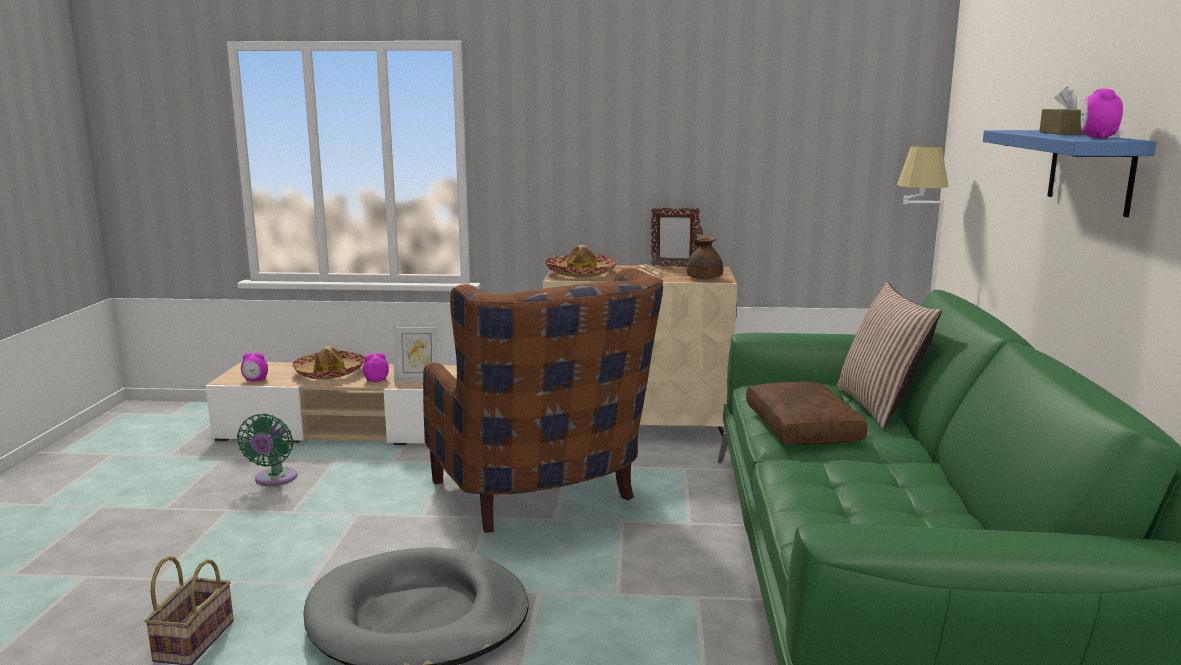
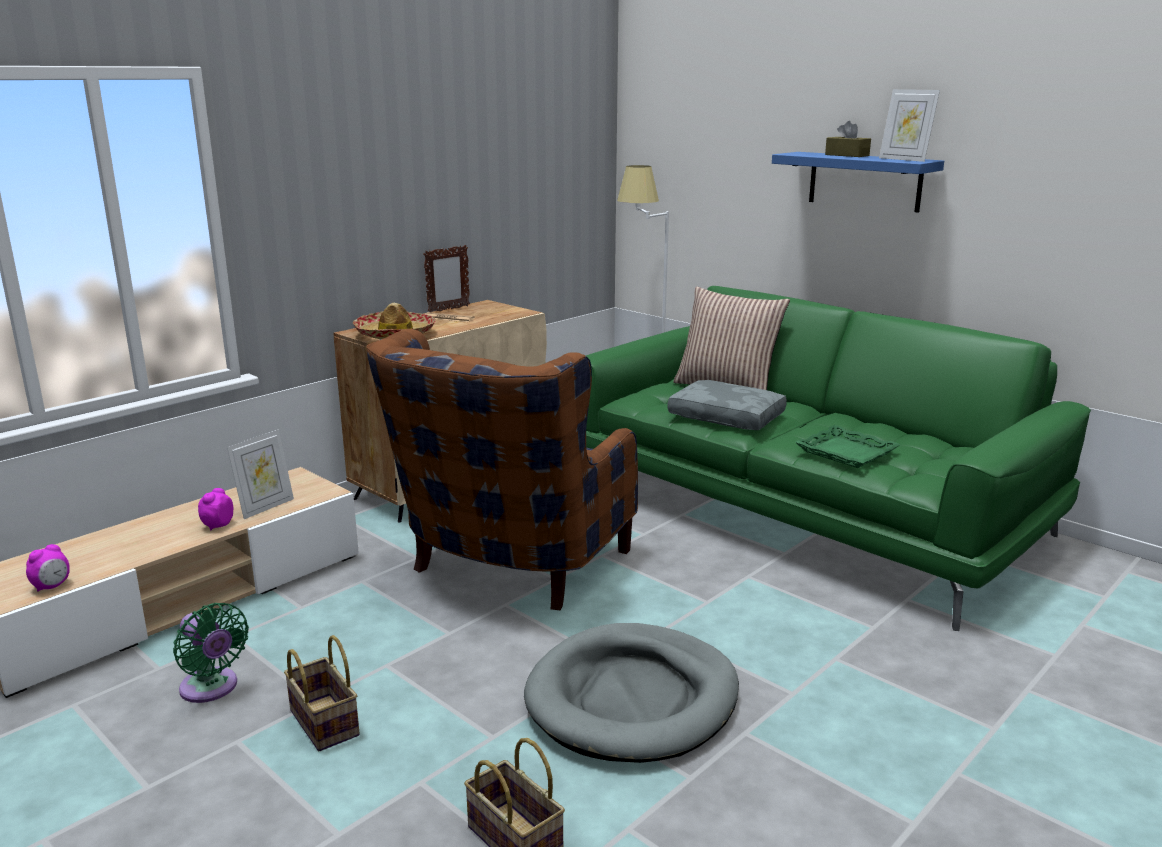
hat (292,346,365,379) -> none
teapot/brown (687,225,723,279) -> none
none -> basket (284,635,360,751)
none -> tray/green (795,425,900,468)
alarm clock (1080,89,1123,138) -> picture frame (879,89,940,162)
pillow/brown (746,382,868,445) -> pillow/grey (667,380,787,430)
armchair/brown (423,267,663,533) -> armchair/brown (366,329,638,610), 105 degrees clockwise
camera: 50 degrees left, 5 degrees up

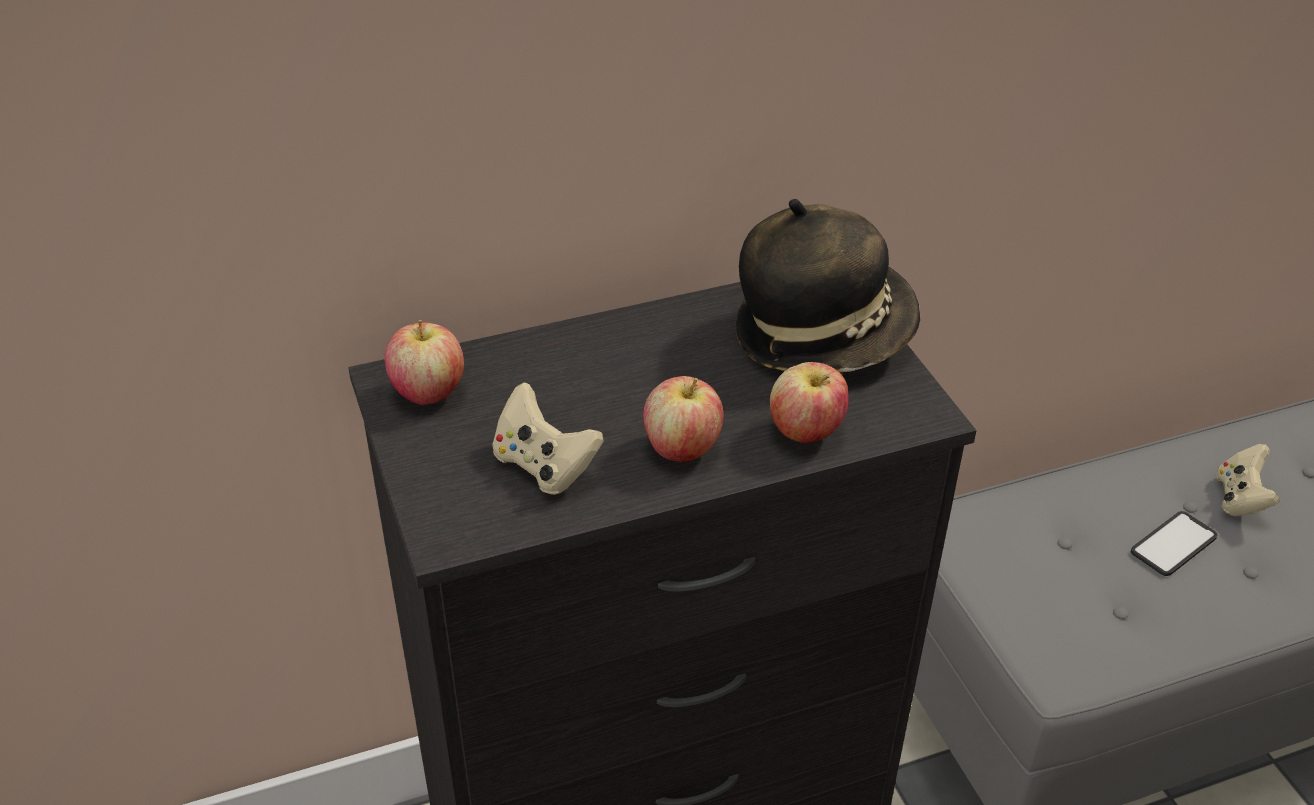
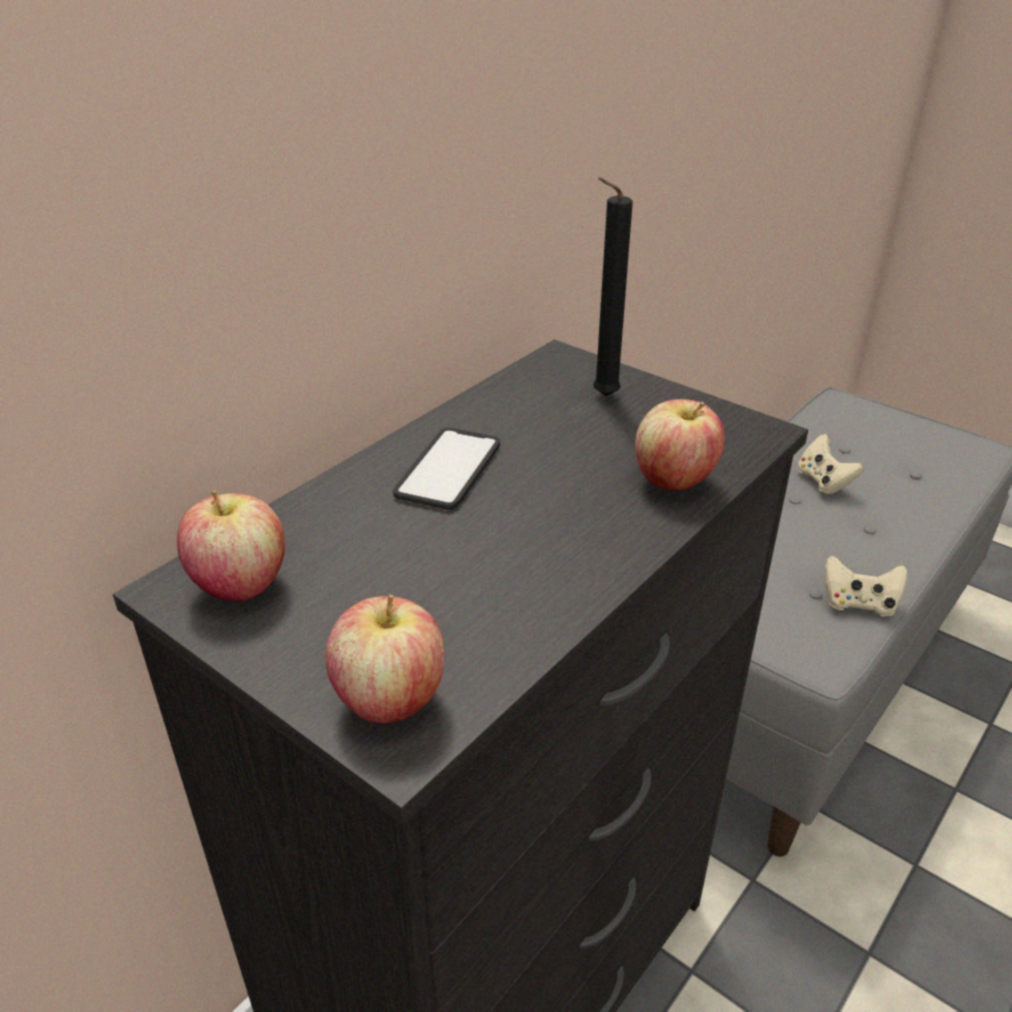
game controller/beige (493,382,604,495) -> game controller/beige (825,555,907,617), shifted
apple (643,376,723,462) -> apple (325,594,445,723), shifted
phone (1131,511,1217,576) -> phone (393,428,500,510), shifted
hat (736,199,920,372) -> candle/black (593,177,633,396)
camera: 30 degrees left, 5 degrees down

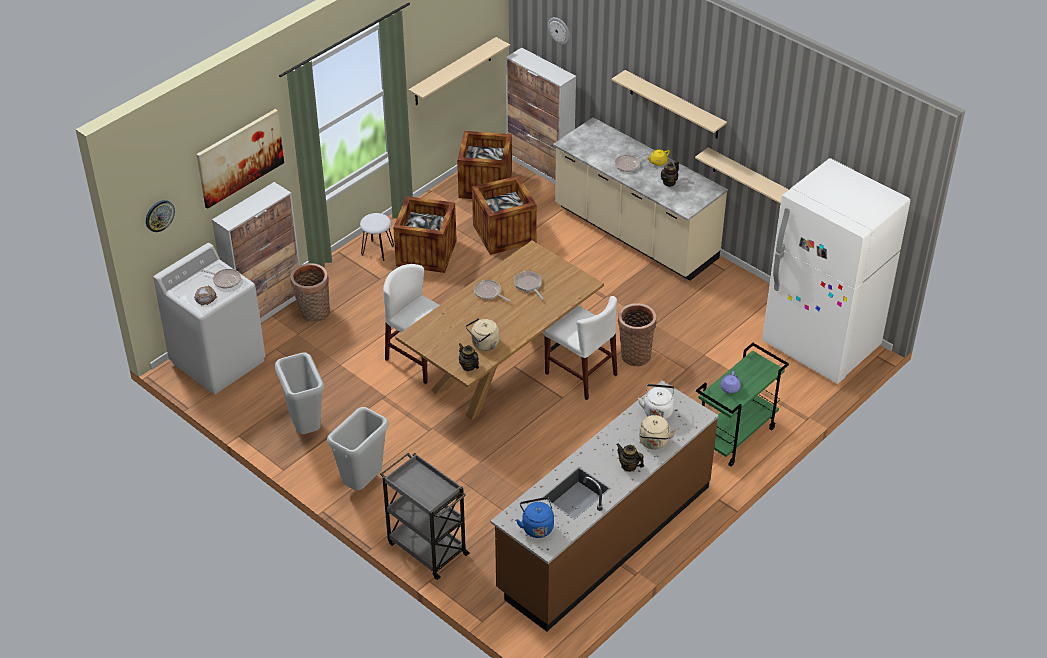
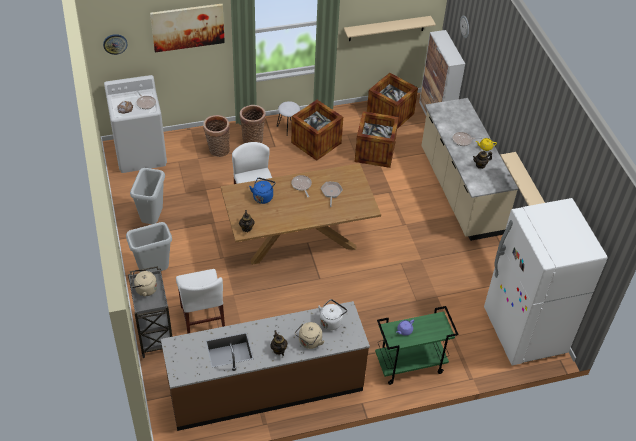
cabinet (212,182,300,323) -> none
shelf/beige (612,70,727,139) -> none
kettle/beige (466,318,499,351) -> kettle/beige (131,269,157,296), shifted
kettle/blue (516,497,554,538) -> kettle/blue (249,178,275,204), shifted
chair/white (543,296,617,400) -> chair/white (176,269,225,334), shifted
basket (618,303,656,366) -> basket (240,105,266,143), shifted
camera: 30 degrees right, 5 degrees up

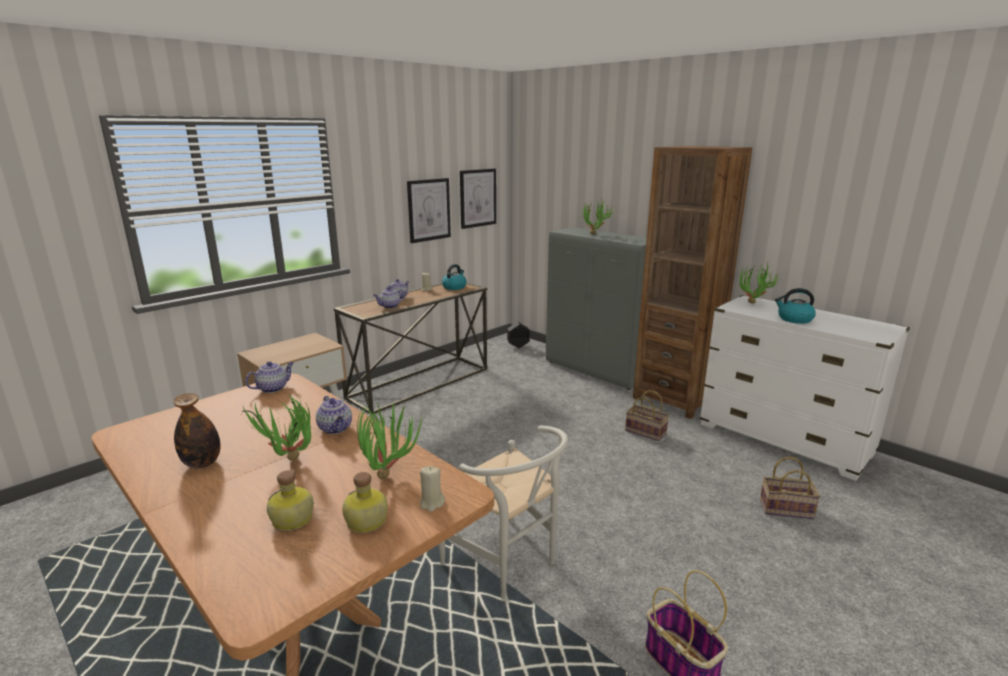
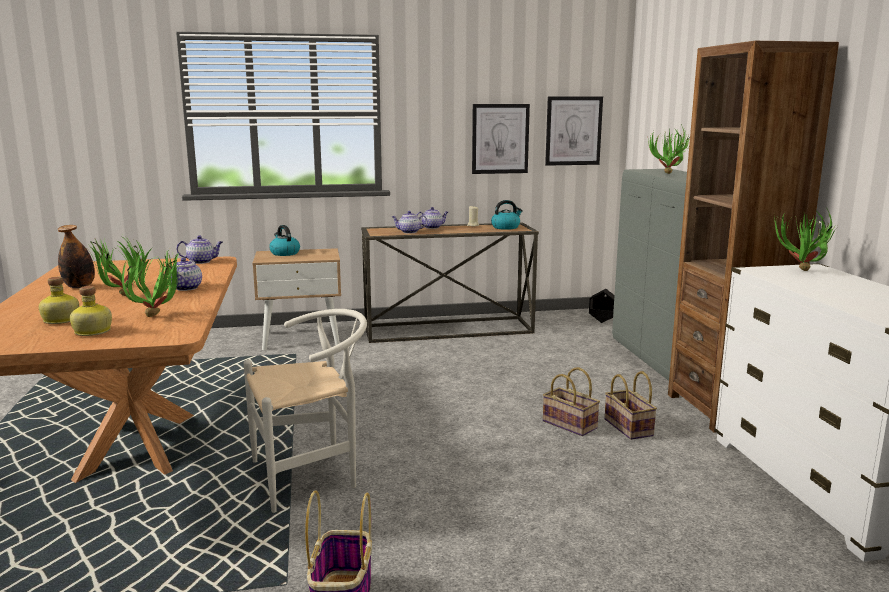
candle/beige (420,466,445,512) -> none
basket (760,457,820,519) -> basket (543,367,600,436), shifted
kettle (775,288,816,324) -> kettle (269,225,300,256), shifted
chair/white (439,425,568,599) -> chair/white (244,309,367,513), 105 degrees counterclockwise
camera: 35 degrees right, 5 degrees down

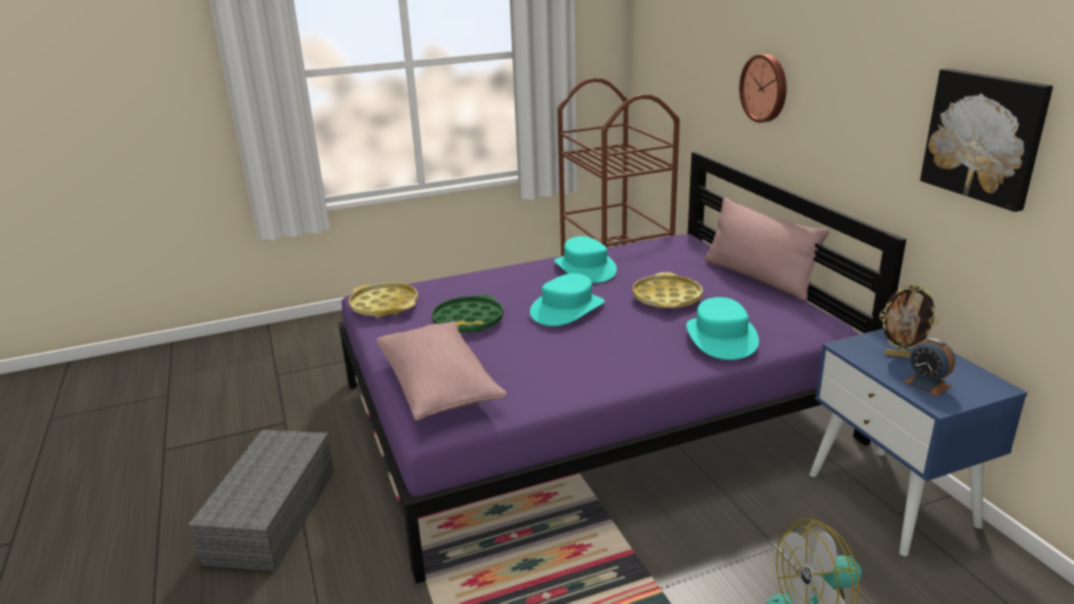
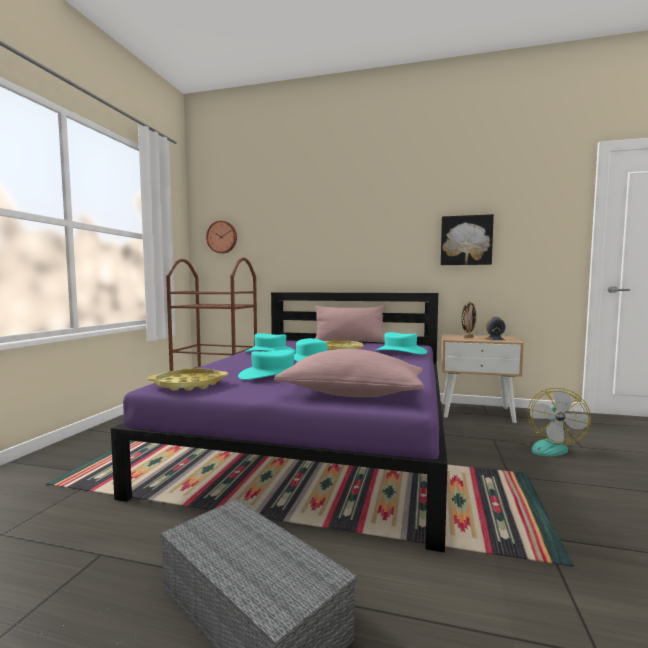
wall clock (739,54,787,123) -> wall clock (206,221,237,254), shifted
tray/green (432,294,504,334) -> hat/turquoise (238,350,294,380)
nightstand/blue (809,328,1027,556) -> nightstand/beige (441,334,524,423)
camera: 55 degrees left, 20 degrees down

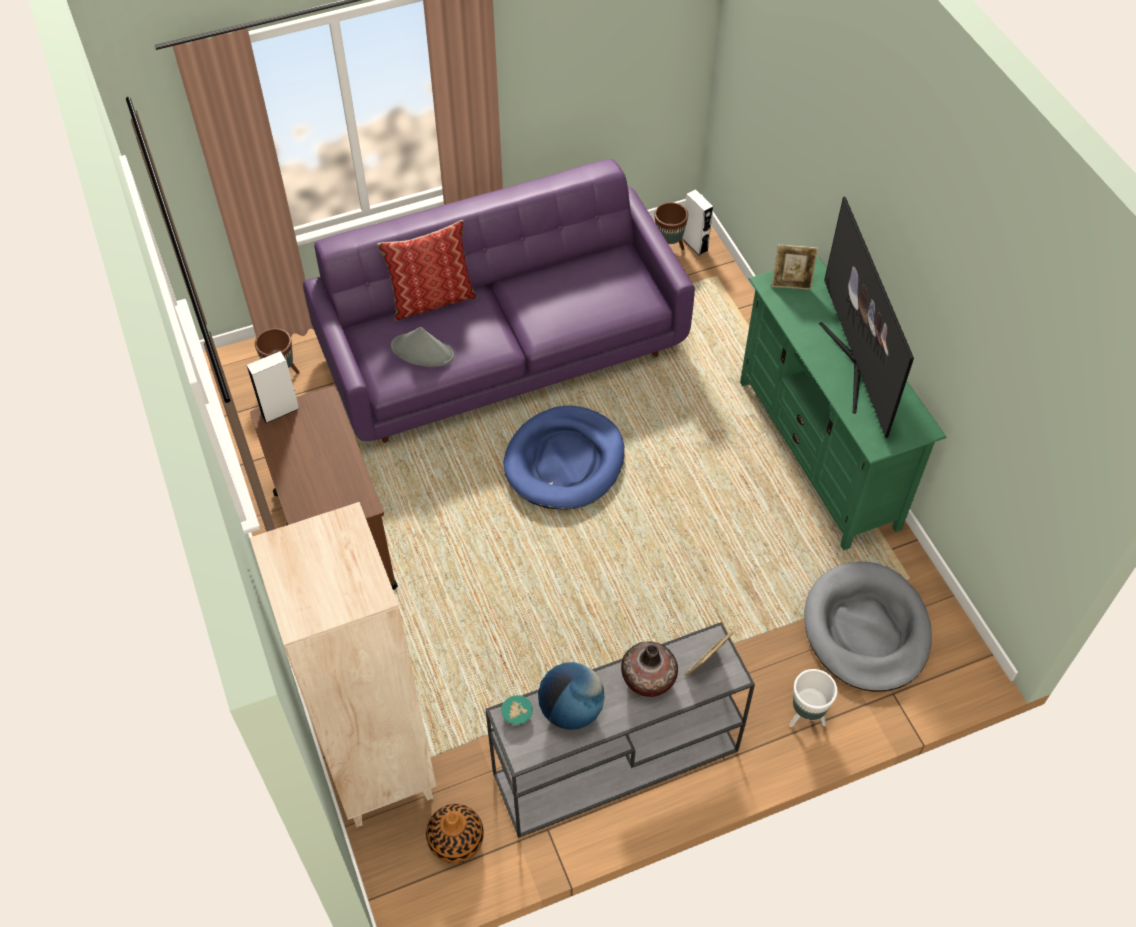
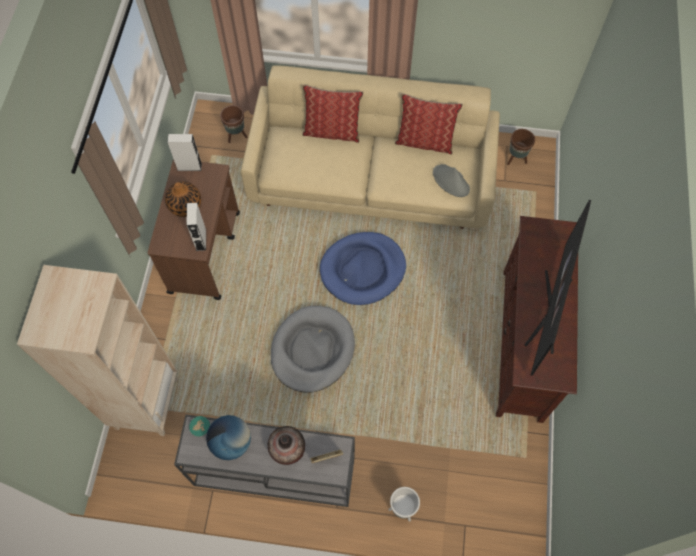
picture frame (772,245,818,290) -> none
none -> pillow (395,93,463,155)
hat/grey (391,327,454,367) -> hat/grey (433,164,470,197), shifted
vase (426,804,484,863) -> vase (165,181,201,217), shifted
speaker/white (682,189,713,256) -> speaker/white (187,203,206,251), shifted
dog bed/grey (804,562,932,692) -> dog bed/grey (271,306,355,393), shifted
sofa/purple (303,159,695,443) -> sofa/beige (241,65,500,229)
tv stand/green (740,257,947,550) -> tv stand/brown (496,216,578,423)
camera: 30 degrees right, 10 degrees up

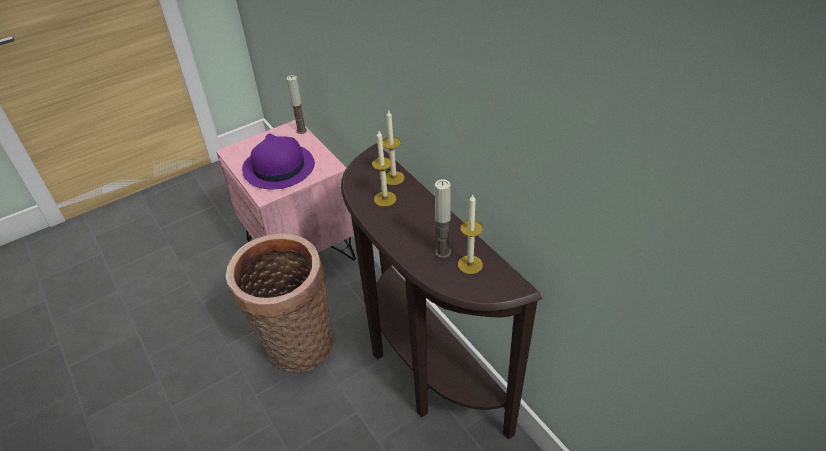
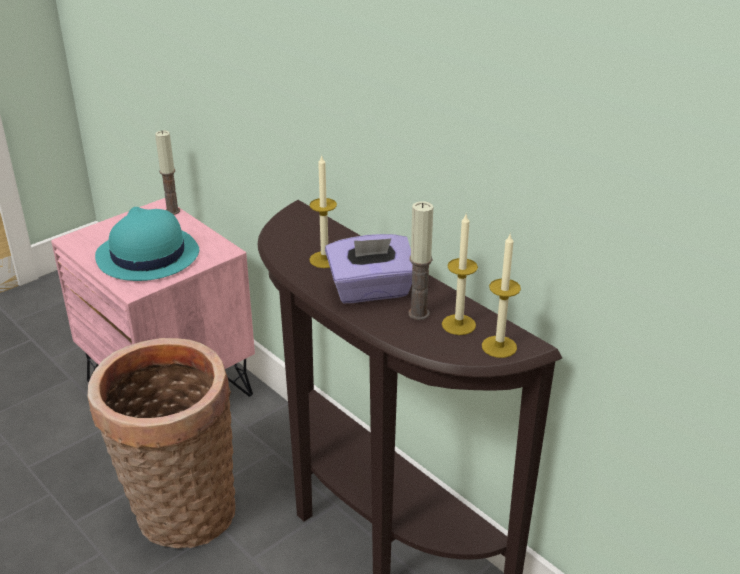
none -> tissue box/purple (325,234,413,303)
candle (382,111,405,185) -> candle (482,234,521,358), shifted
hat/purple (242,134,315,189) -> hat/turquoise (95,207,199,281)
camera: 10 degrees left, 10 degrees down

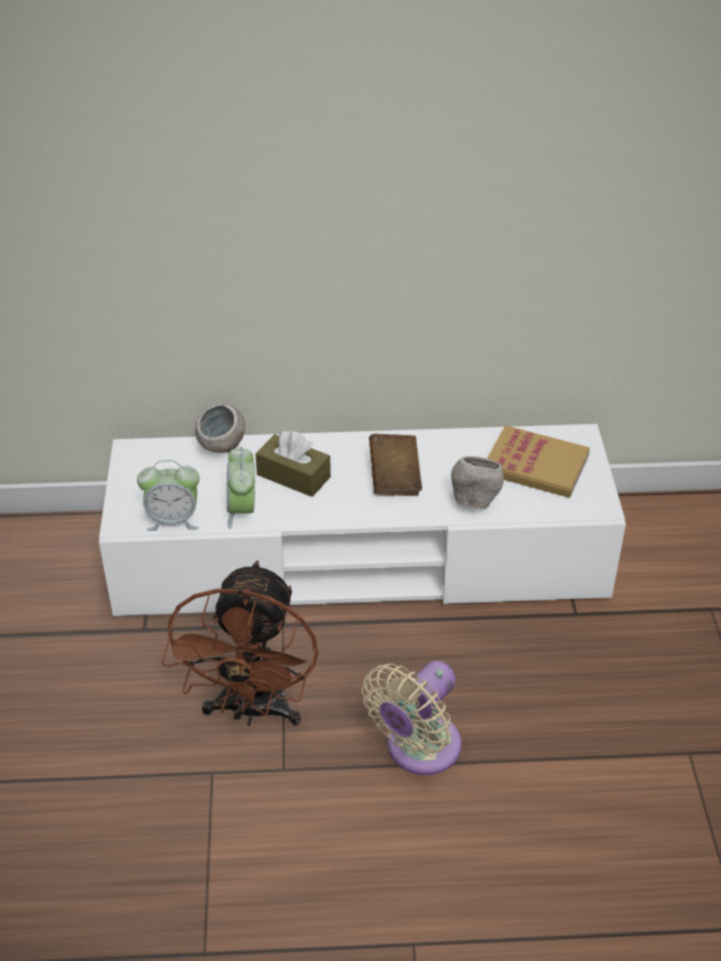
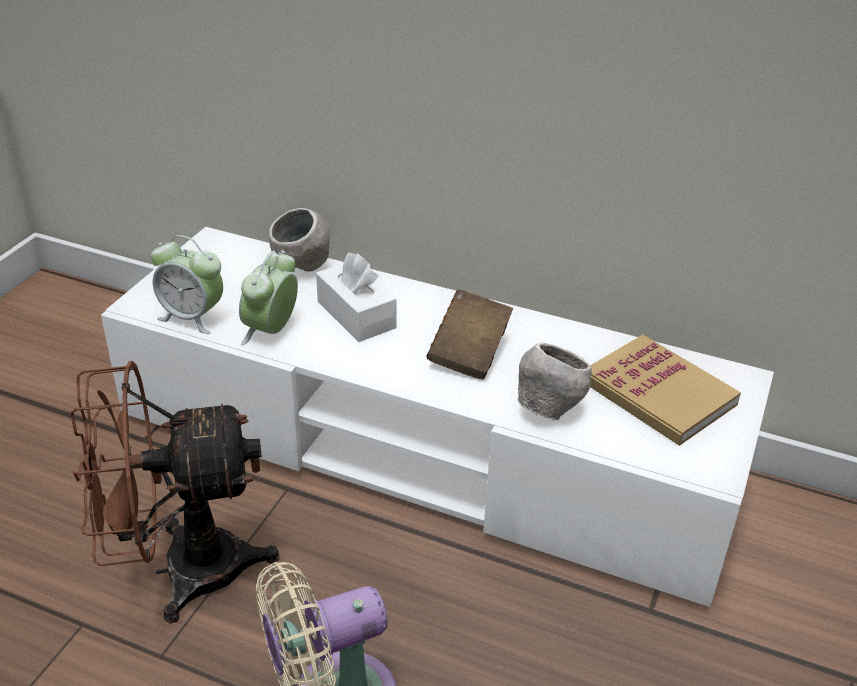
tissue box/brown (255,430,331,497) -> tissue box/white (316,252,397,342)
fan/brown (162,560,318,726) -> fan/brown (71,361,279,624), 45 degrees clockwise
camera: 25 degrees right, 5 degrees down

